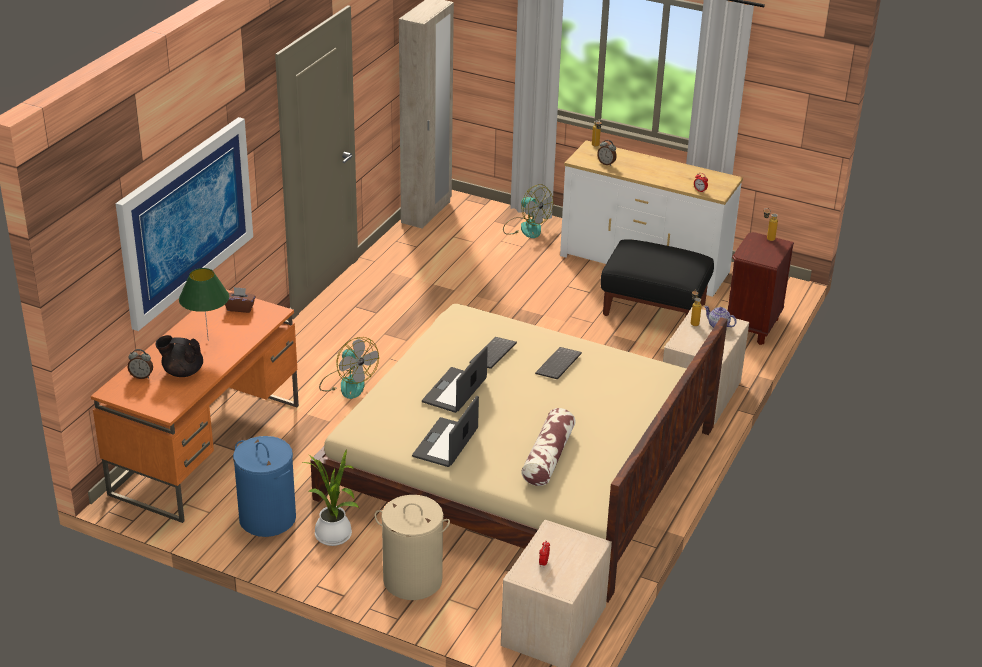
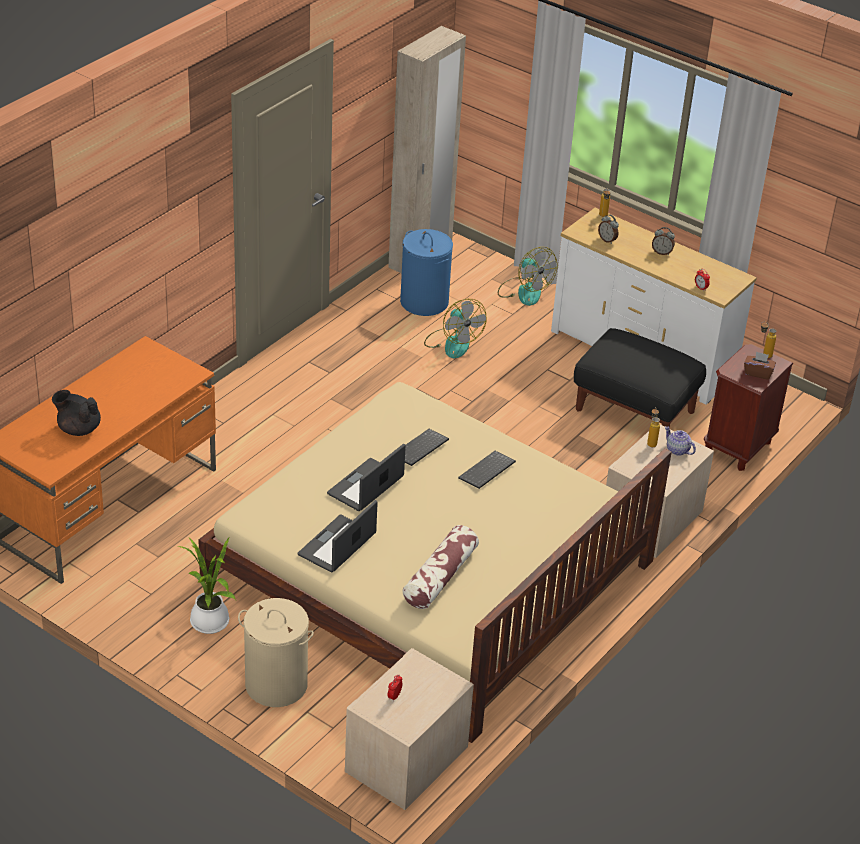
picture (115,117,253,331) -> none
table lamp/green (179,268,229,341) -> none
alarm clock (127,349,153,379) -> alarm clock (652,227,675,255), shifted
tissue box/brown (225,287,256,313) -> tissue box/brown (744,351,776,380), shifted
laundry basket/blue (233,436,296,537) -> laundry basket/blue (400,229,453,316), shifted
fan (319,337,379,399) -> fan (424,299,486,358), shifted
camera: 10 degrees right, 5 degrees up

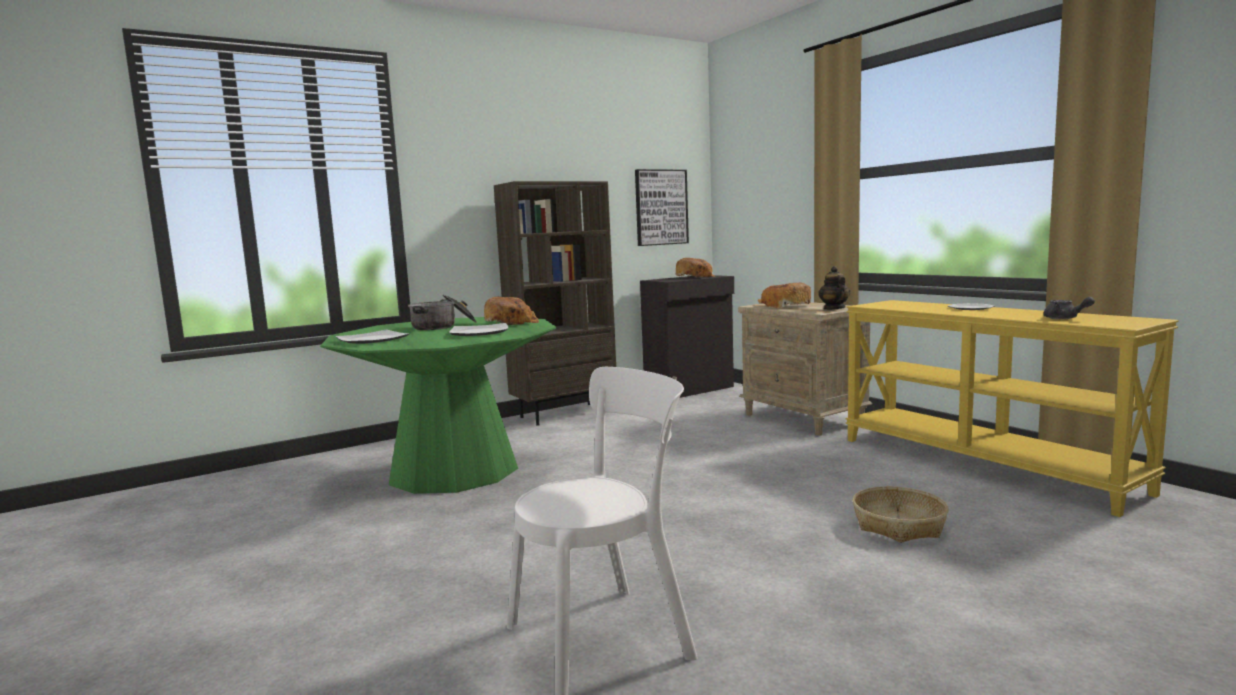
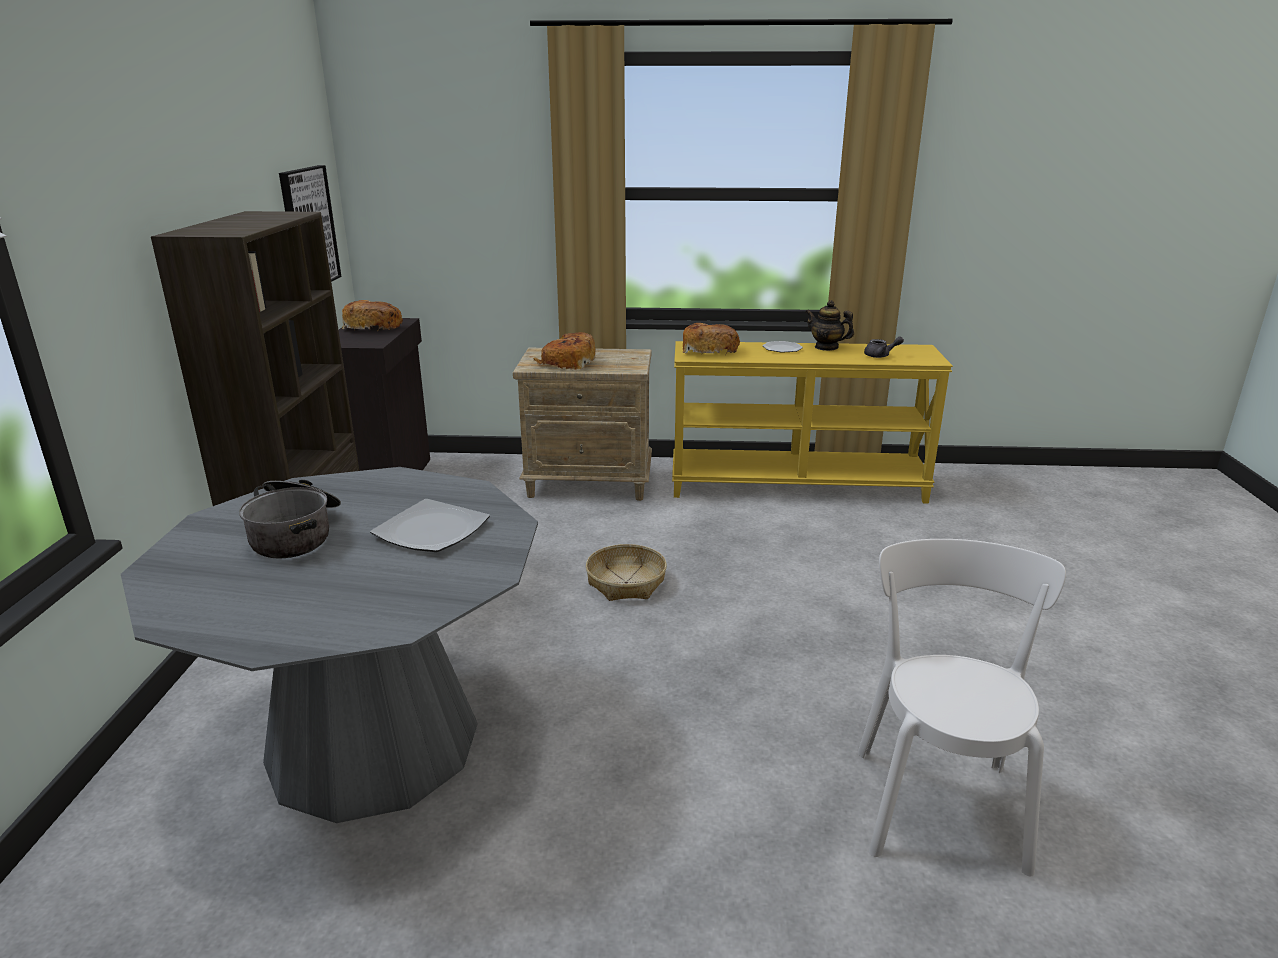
plate (336,330,409,344) -> none
bread (484,297,539,325) -> bread (683,323,740,354), shifted
teapot (818,266,850,310) -> teapot (806,300,854,351), shifted
basket (852,486,948,543) -> basket (586,544,667,601), shifted
dining table/green (320,317,556,494) -> dining table/grey (121,467,538,823)
camera: 55 degrees left, 15 degrees up

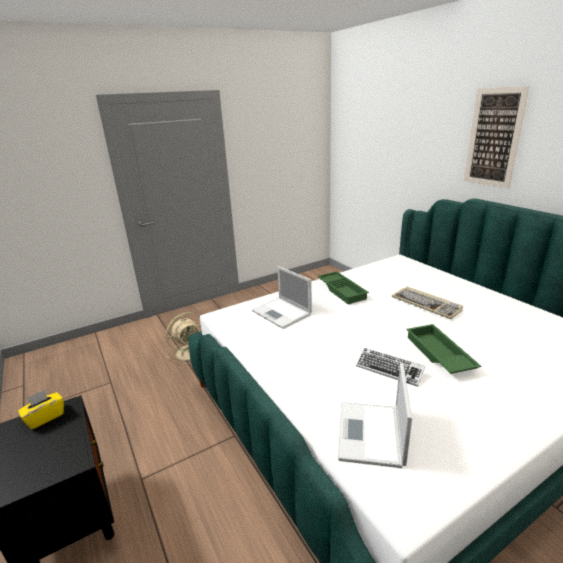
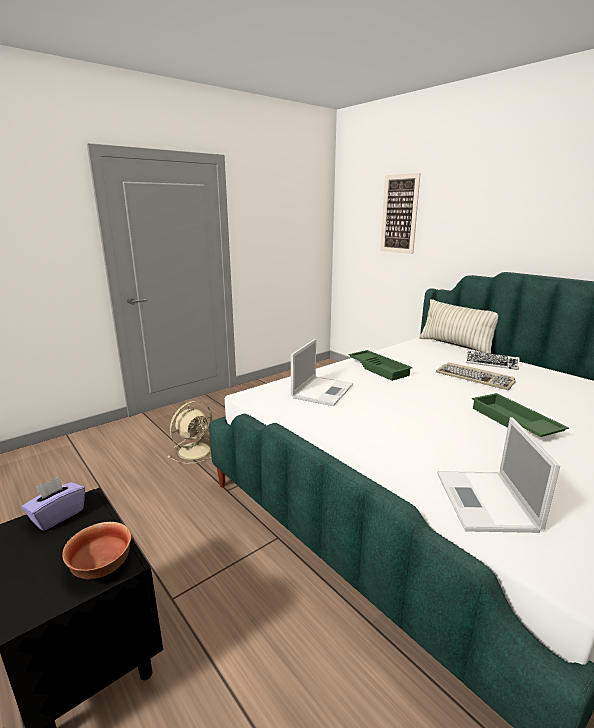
none -> bowl (62,522,132,579)
none -> pillow (419,299,498,354)
keyboard (356,348,425,387) -> keyboard (466,351,520,370), shifted
picture (464,86,530,189) -> picture (380,173,421,254), shifted
tissue box/yellow (18,390,64,429) -> tissue box/purple (22,476,85,531)
laptop (252,266,312,329) -> laptop (291,339,353,406), 105 degrees counterclockwise
camera: 10 degrees left, 5 degrees down

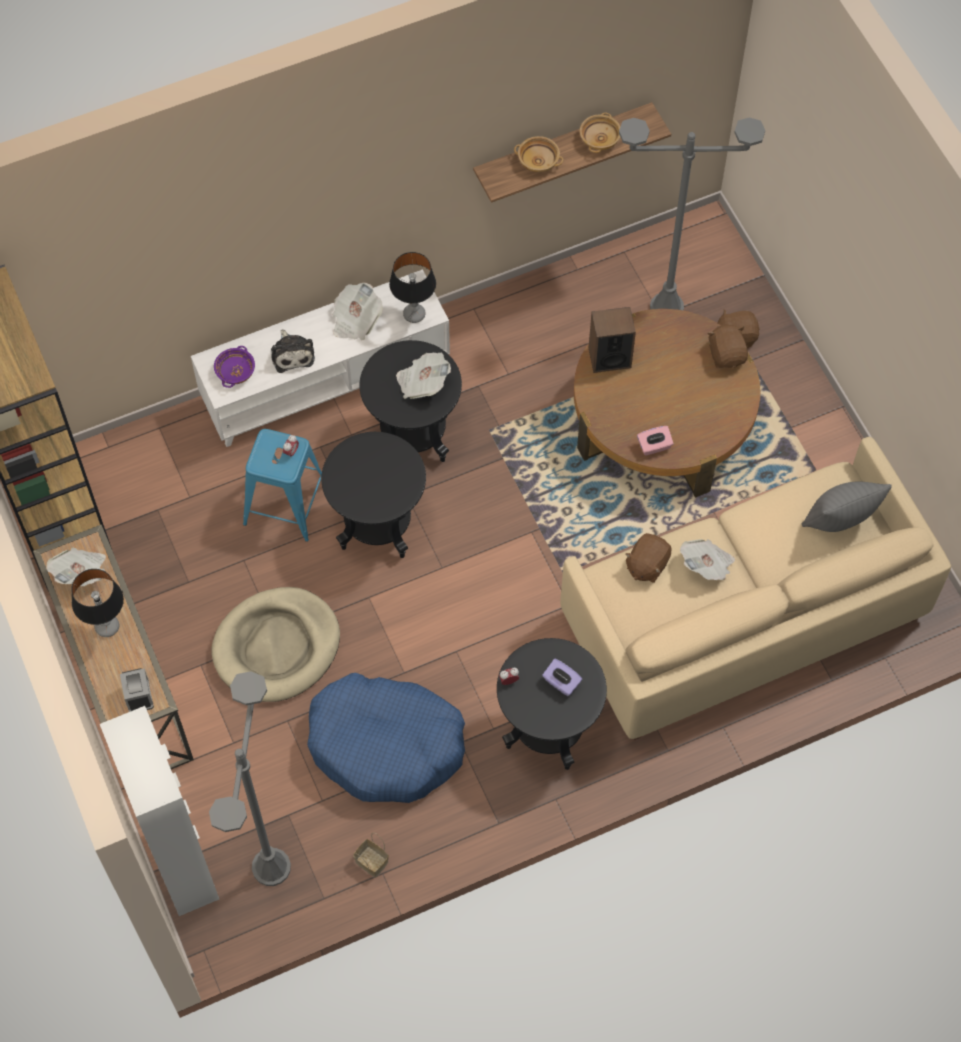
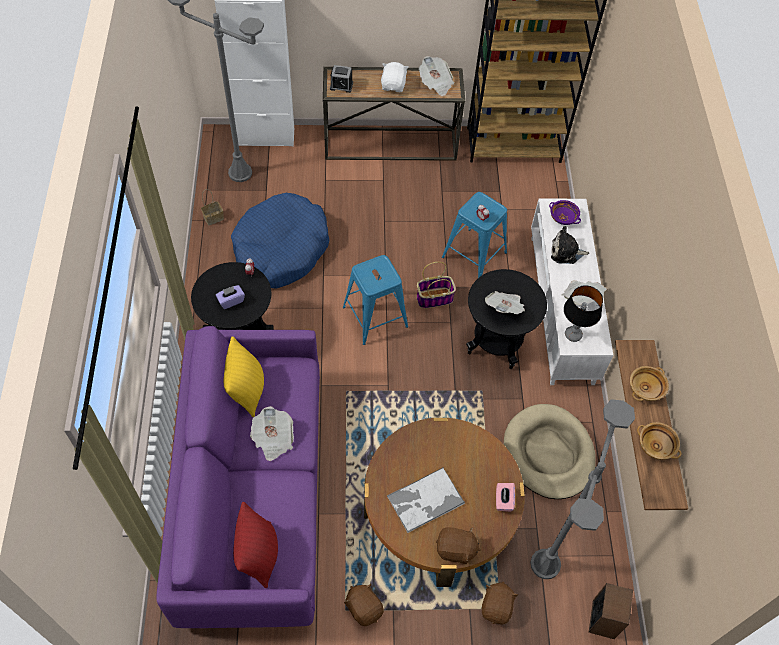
none -> pillow/yellow (224,336,264,417)
none -> stool/blue (343,255,408,345)
none -> tray (387,467,465,533)
dog bed/beige (212,587,340,702) -> dog bed/beige (504,404,596,499), shifted
speaker (589,307,636,373) -> speaker (589,583,633,639), shifted
plush toy/brown (625,533,671,583) -> plush toy/brown (344,583,384,626), shifted
tissue box/pink (637,426,674,456) -> tissue box/pink (496,483,515,512), shifted
table lamp (71,569,124,637) -> plush toy/white (381,62,408,92)
side table/black (321,432,426,558) -> basket (417,262,456,309)
sofa/beige (560,437,951,740) -> sofa/purple (156,326,320,628)
pillow/grey (801,481,892,532) -> pillow/red (233,502,278,588)
camera: 110 degrees right, 5 degrees down

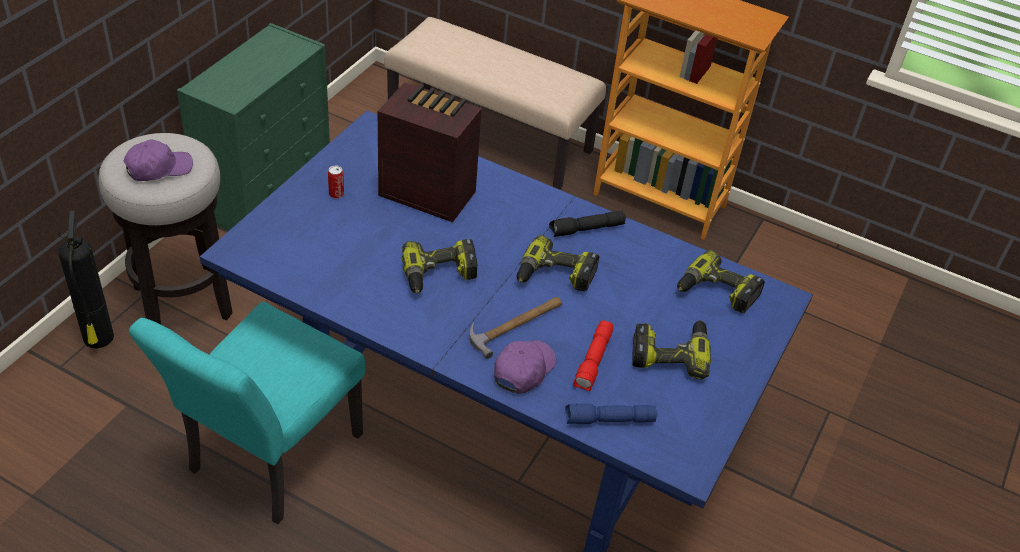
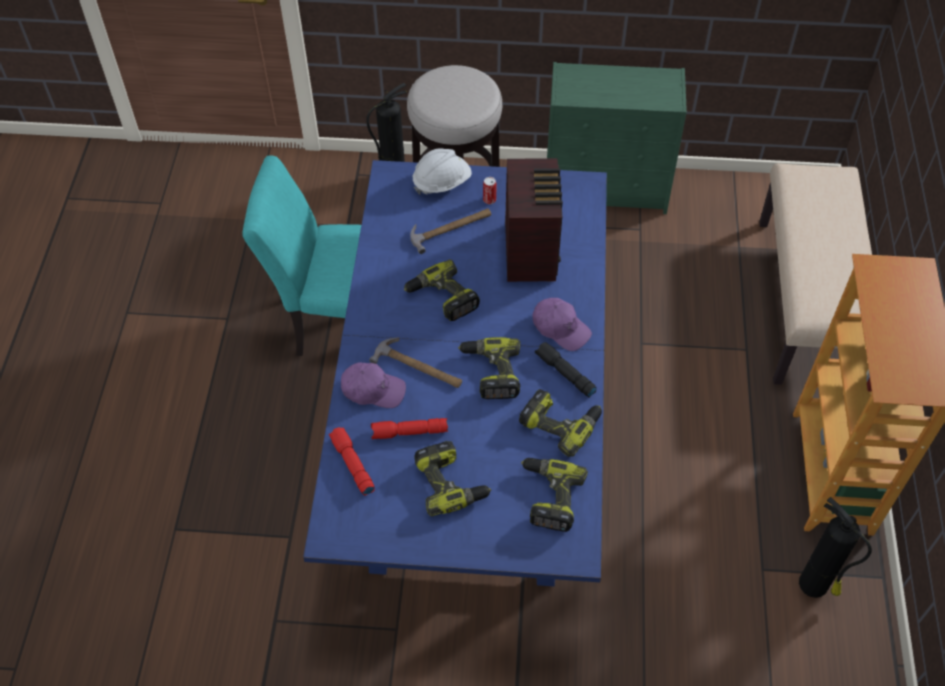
none -> hammer (410,209,491,254)
none -> hard hat/white (413,148,472,195)
none -> power drill (519,389,602,457)
none -> fire extinguisher (799,497,872,598)
cap/purple (124,139,193,181) -> cap/purple (532,298,592,351), shifted
flashlight/blue (565,404,658,424) -> flashlight/red (329,427,375,495)
camera: 70 degrees right, 10 degrees up

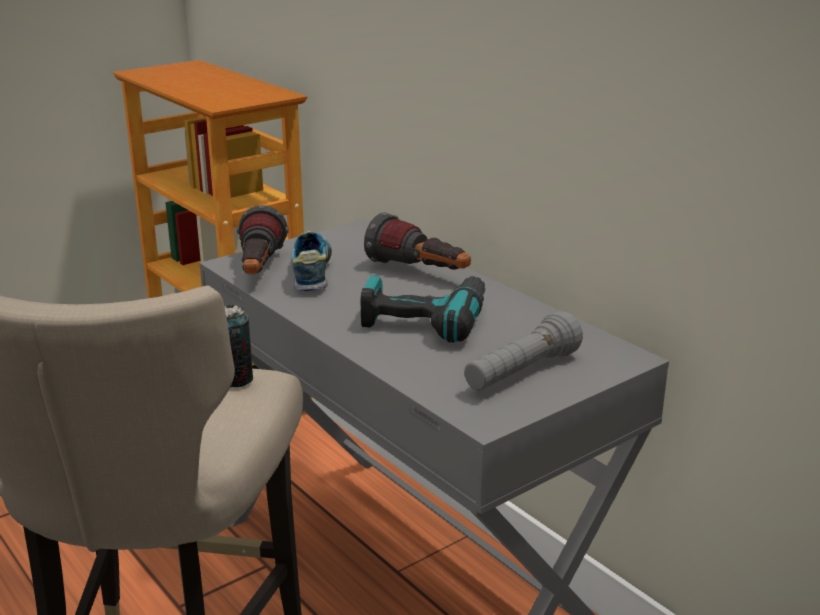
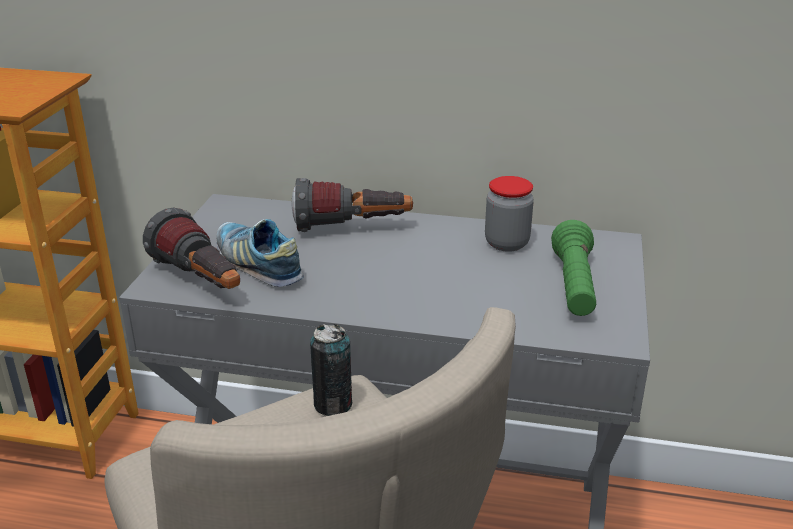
power drill (361,275,486,343) -> none
none -> jar (485,176,534,252)
flashlight/grey (464,311,583,391) -> flashlight/green (551,220,596,316)
camera: 40 degrees left, 5 degrees up

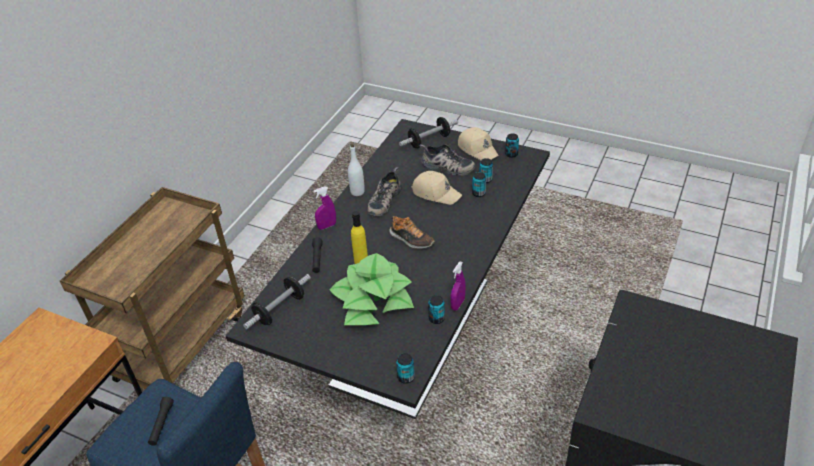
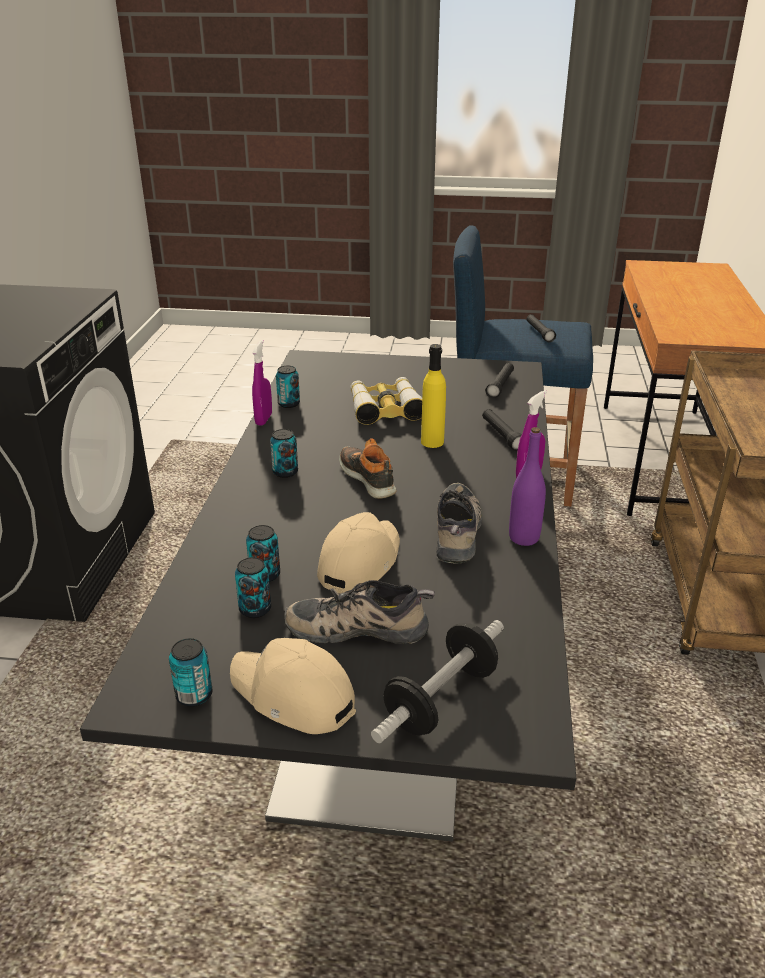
can (396,353,415,384) -> can (270,429,298,478), shifted
dumbbell (243,274,311,329) -> flashlight/black (485,363,514,398)
potted plant (329,253,414,325) -> binoculars (350,377,422,425)
bottle/white (348,144,365,196) -> bottle/purple (509,427,546,546)
shoe (389,216,435,249) -> shoe (339,439,397,499), 45 degrees clockwise
cap/beige (412,171,462,205) -> cap/beige (317,512,400,594), 105 degrees clockwise
camera: 160 degrees right, 10 degrees down

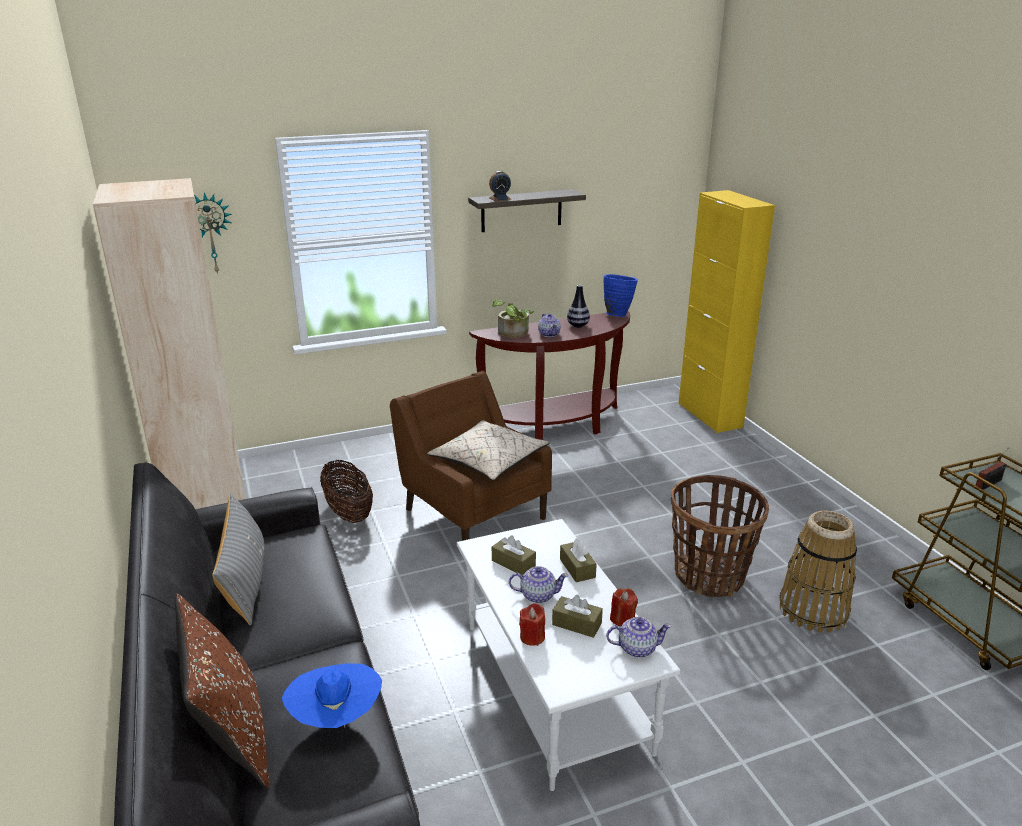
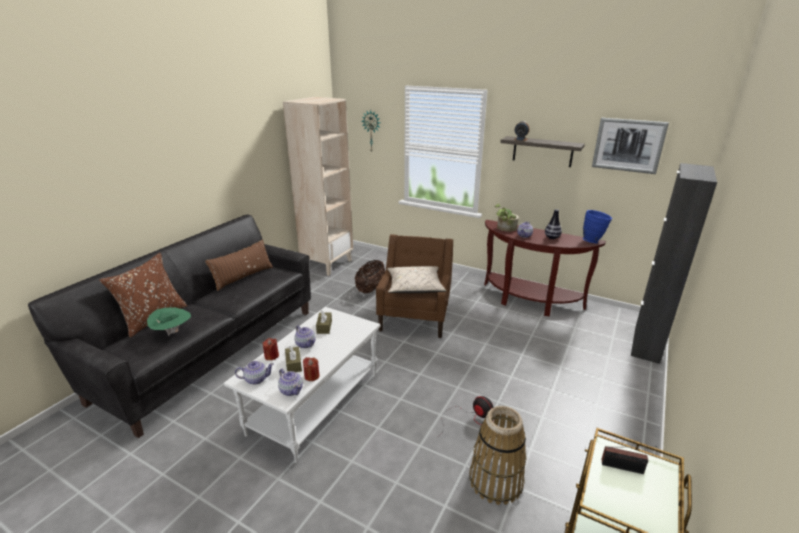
tissue box/brown (560,538,597,582) -> none
none -> teapot (235,361,274,385)
none -> picture (592,118,669,174)
basket (671,475,769,597) -> fan (440,396,494,435)
pillow/grey (212,494,265,626) -> pillow/brown (205,240,273,291)
hat/blue (282,663,382,728) -> hat/green (147,307,191,336)
cabinet/yellow (679,190,775,433) -> cabinet/black (631,163,717,364)
camera: 50 degrees right, 0 degrees up

